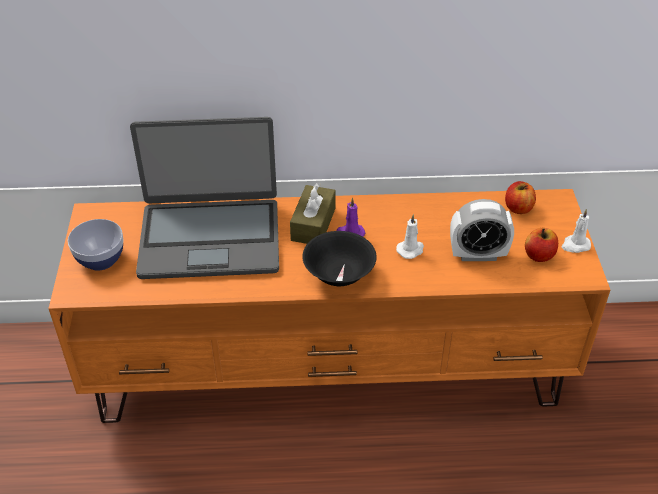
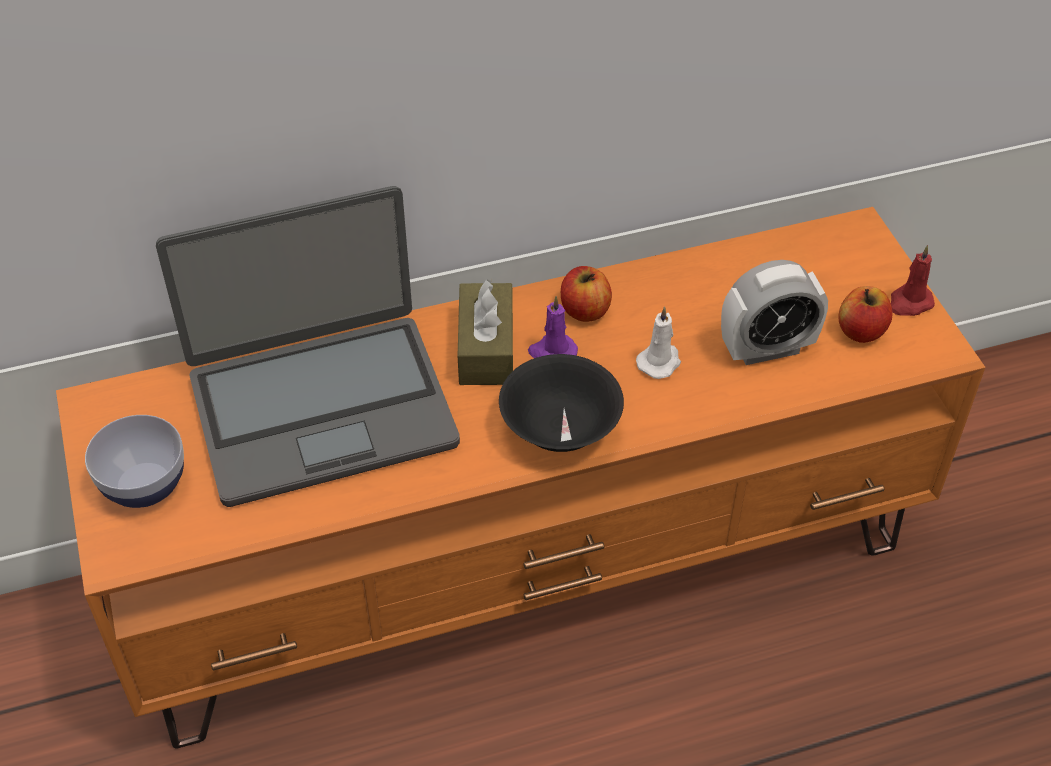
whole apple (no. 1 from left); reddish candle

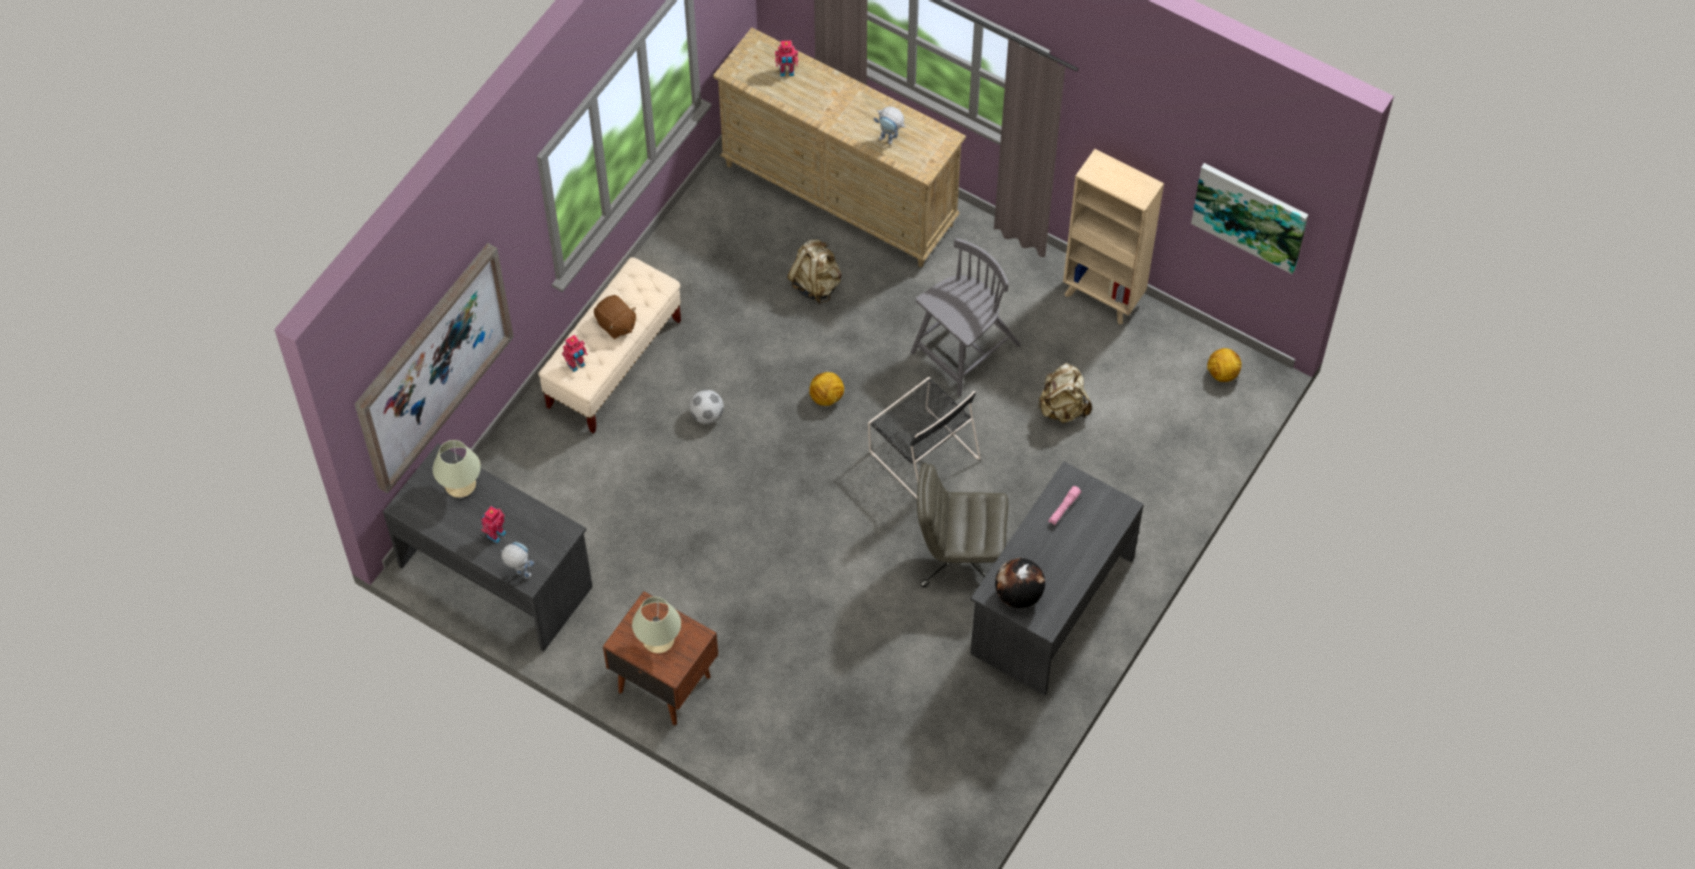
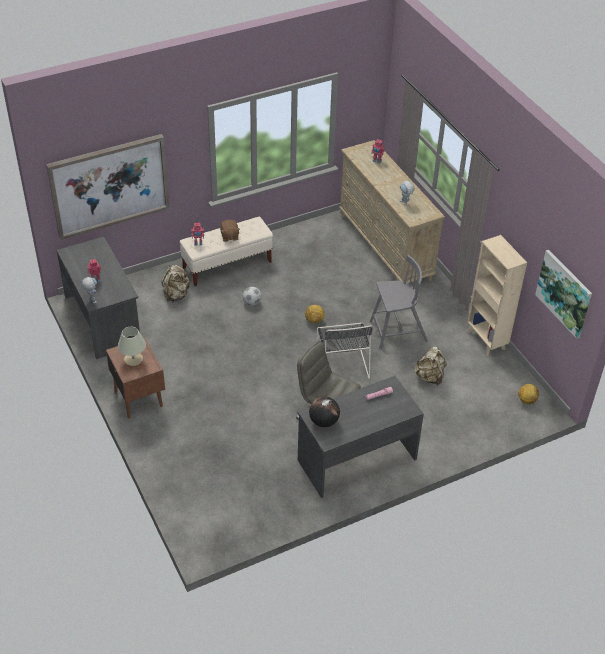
beige tabletop lamp (no. 1 from left in the first image); beige rucksack (no. 1 from left)

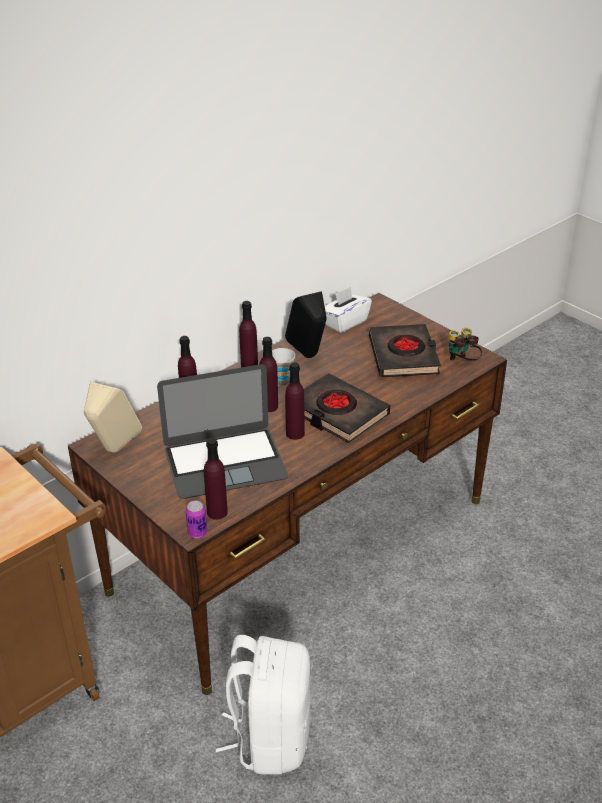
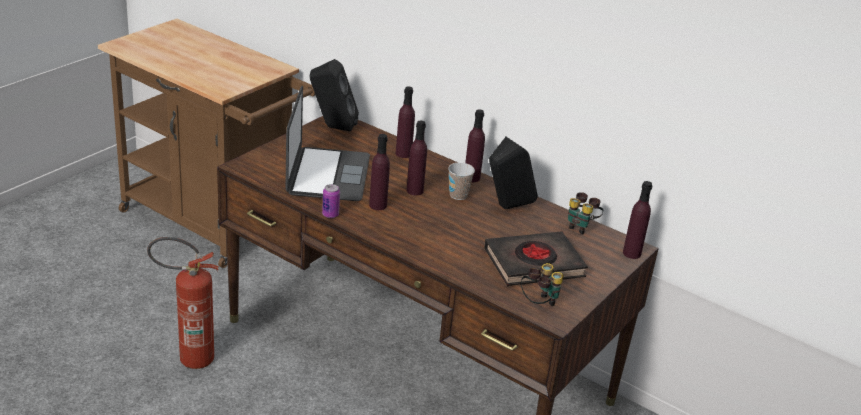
black speaker (no. 1 from left); portable computer; can; purplish beverage bottle (no. 5 from left); extinguisher; black book (no. 1 from left in the first image); field glasses (no. 2 from left)

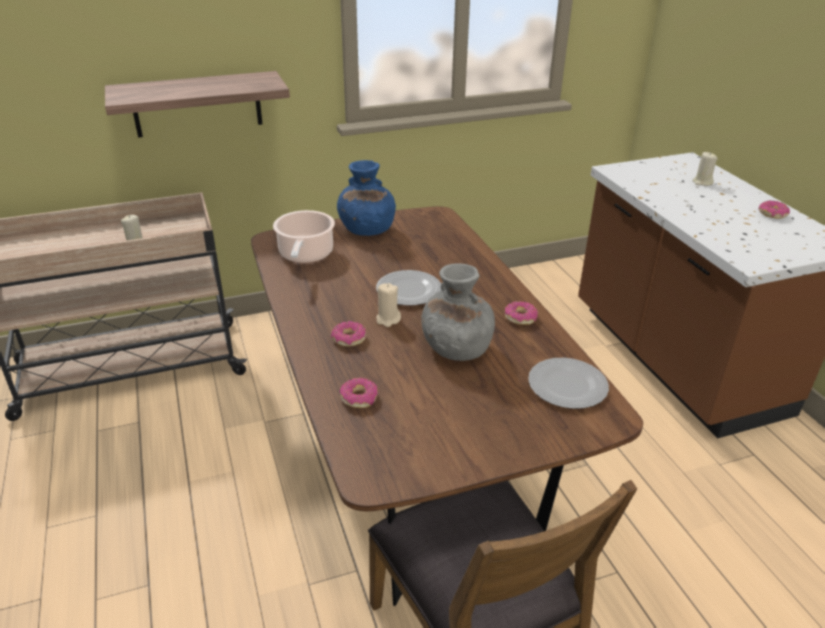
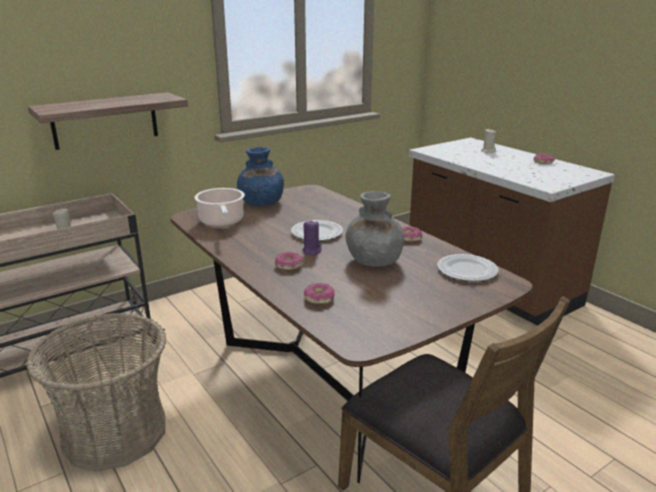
purplish candle; basket

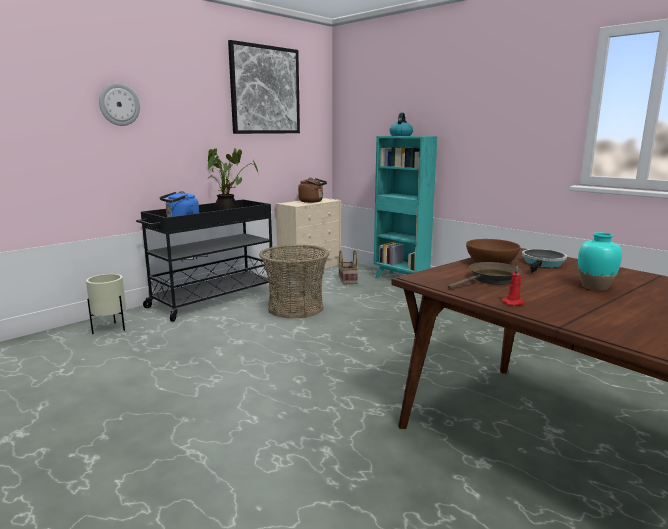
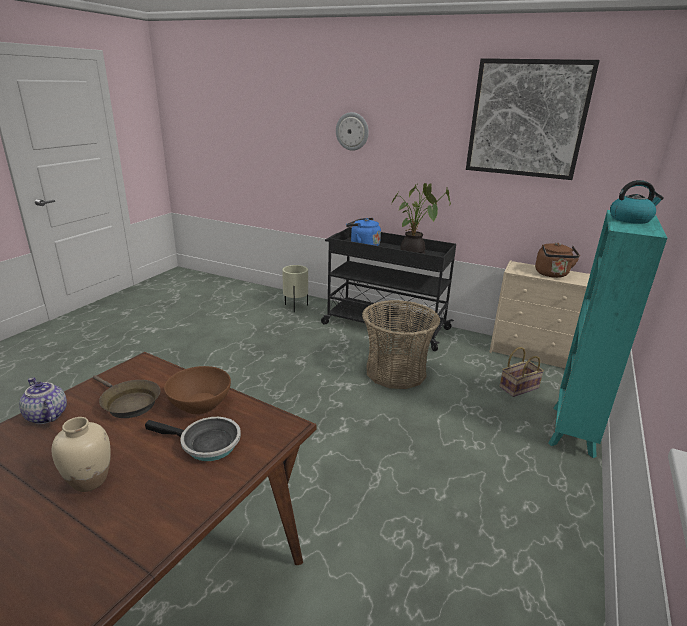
teapot; beige decorative vase

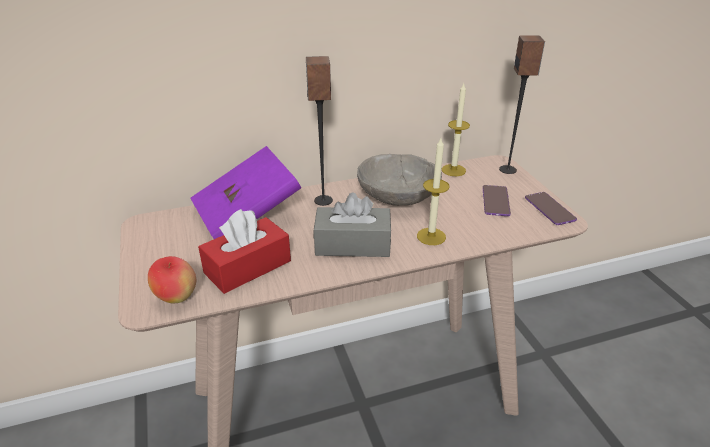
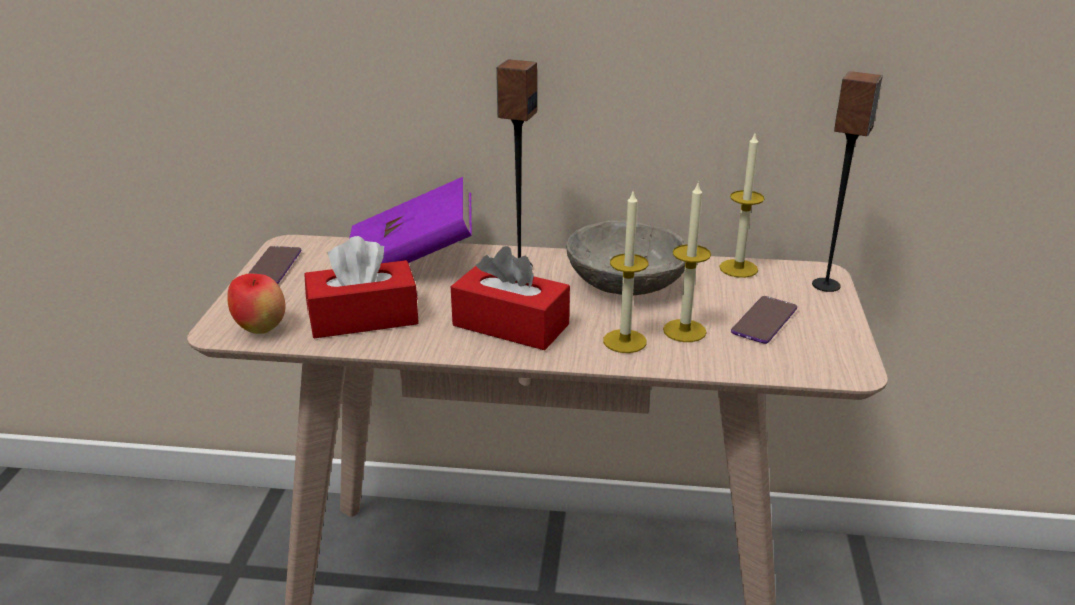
reddish box of tissues (no. 2 from left); telephone (no. 1 from left); candle (no. 2 from left)

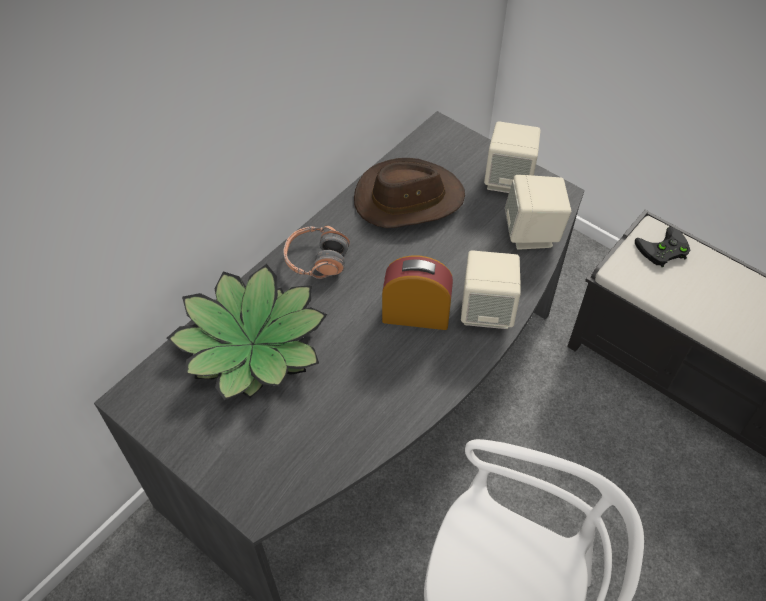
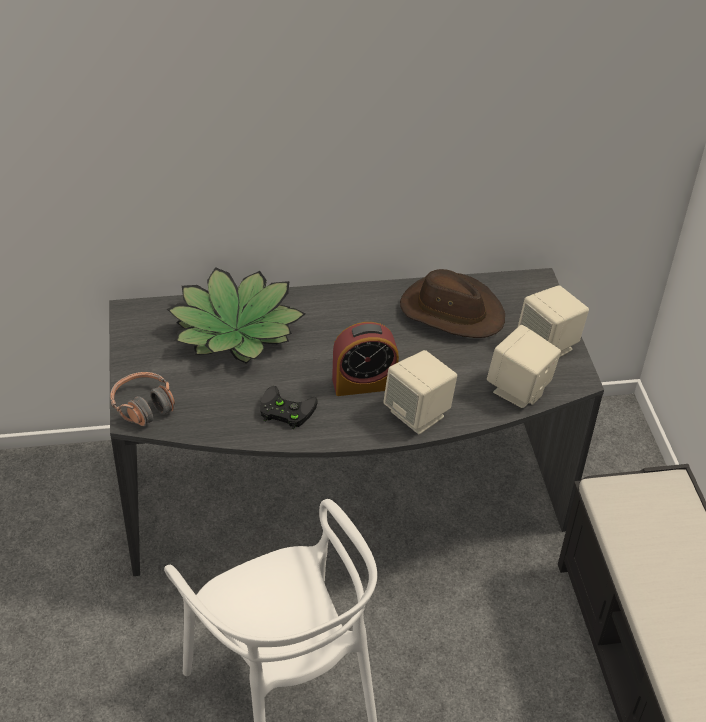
headset; alarm clock; black gamepad

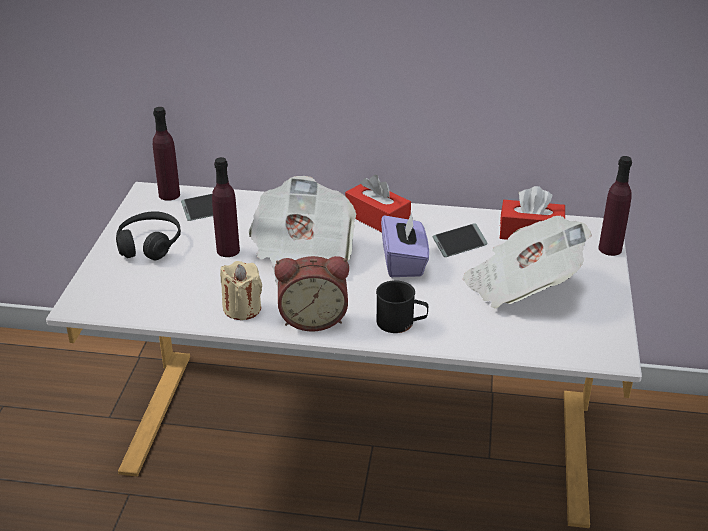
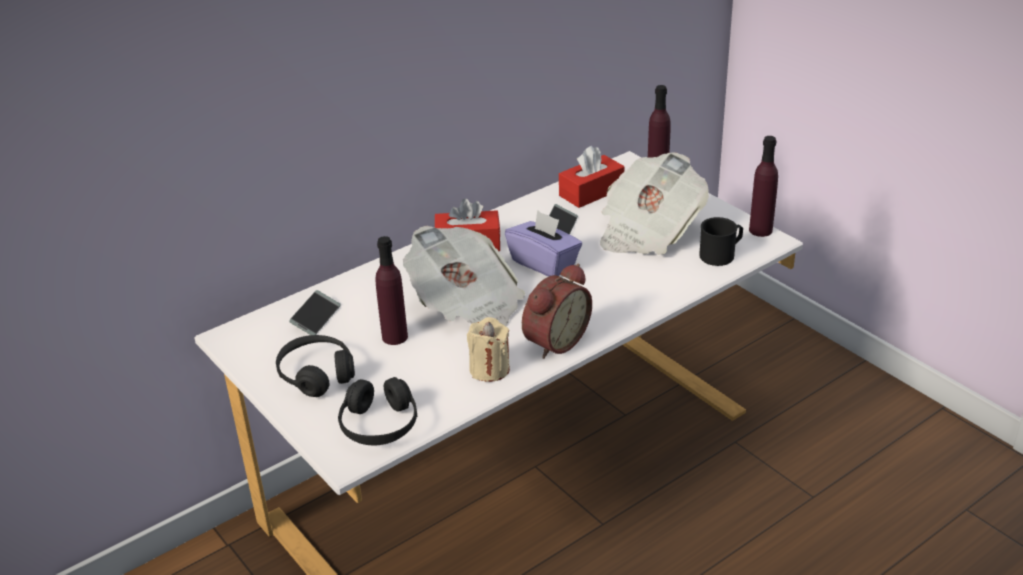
purplish beverage bottle (no. 3 from left); black tea mug; black headset (no. 2 from left)

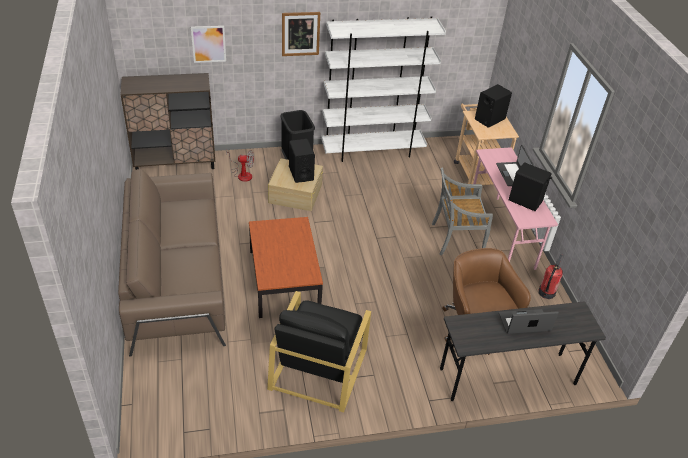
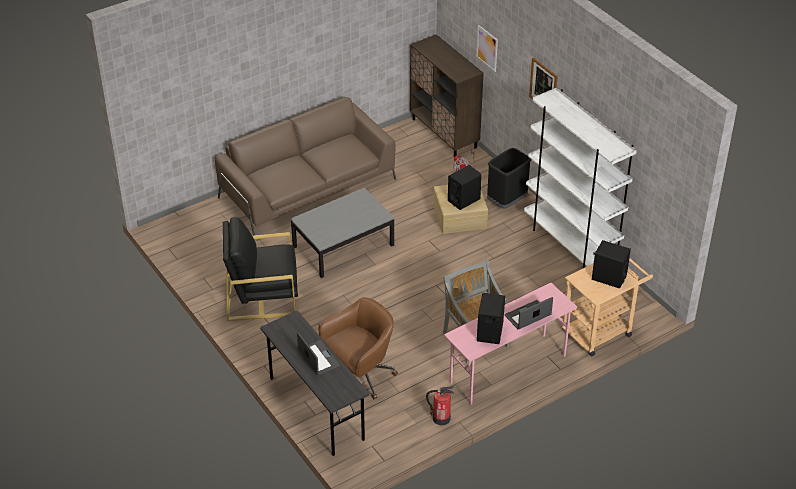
grey low table

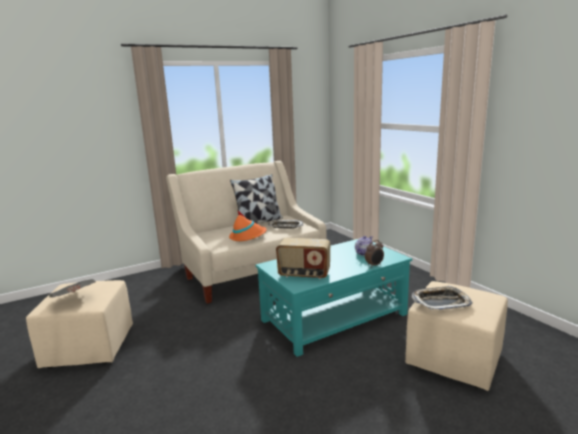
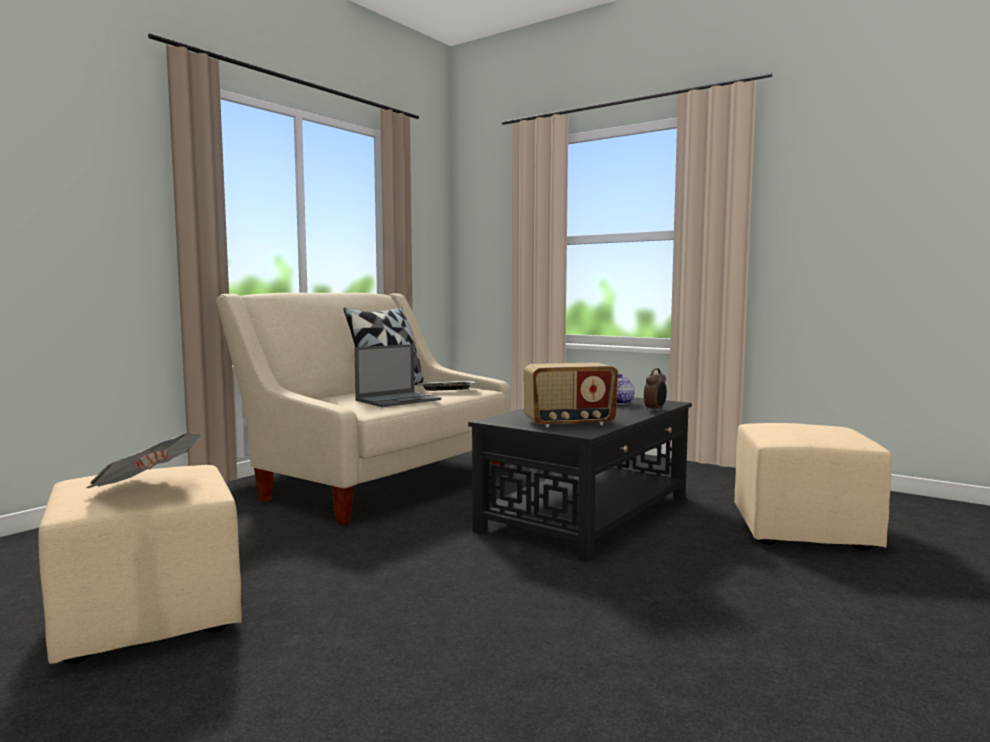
portable computer; black low table; serving tray (no. 2 from left in the first image)

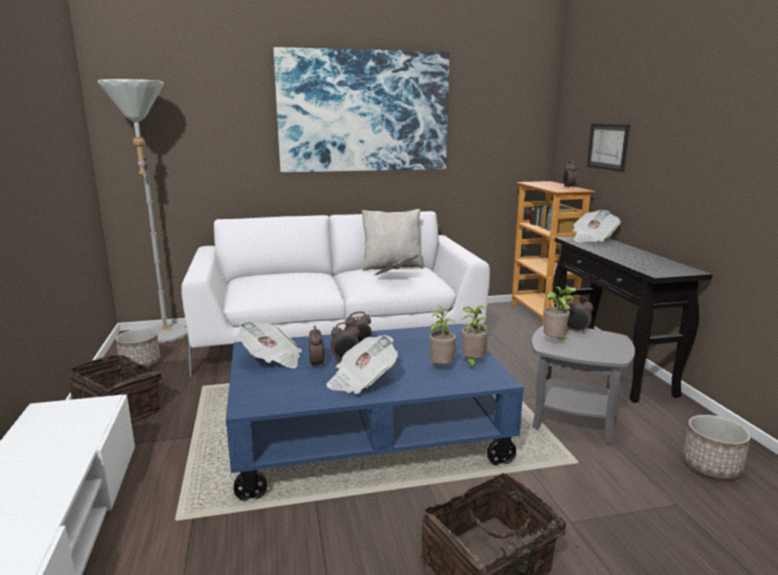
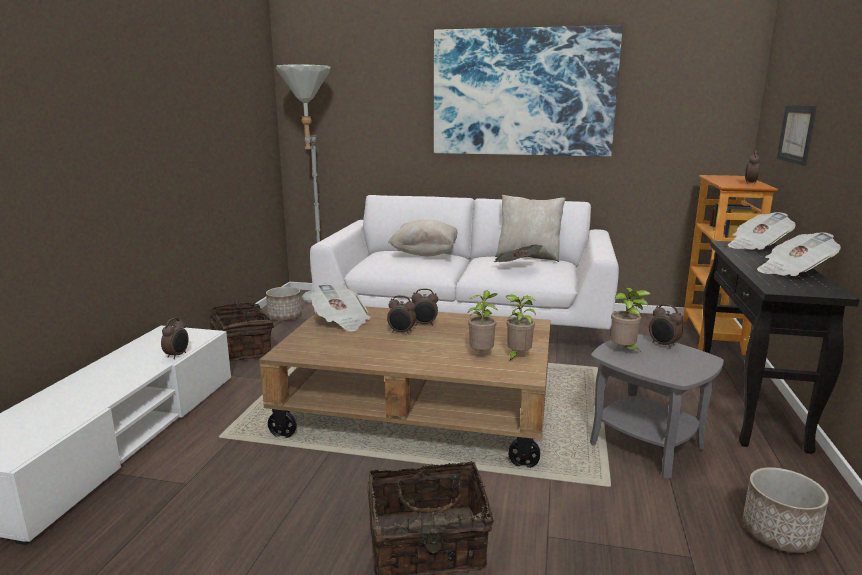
brown-coloured low table; alarm clock (no. 1 from left); daily paper (no. 4 from left); beige cushion (no. 1 from left)

